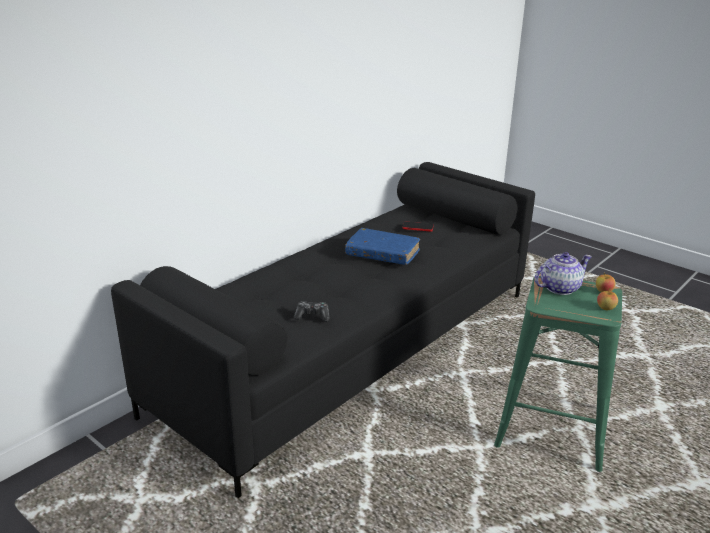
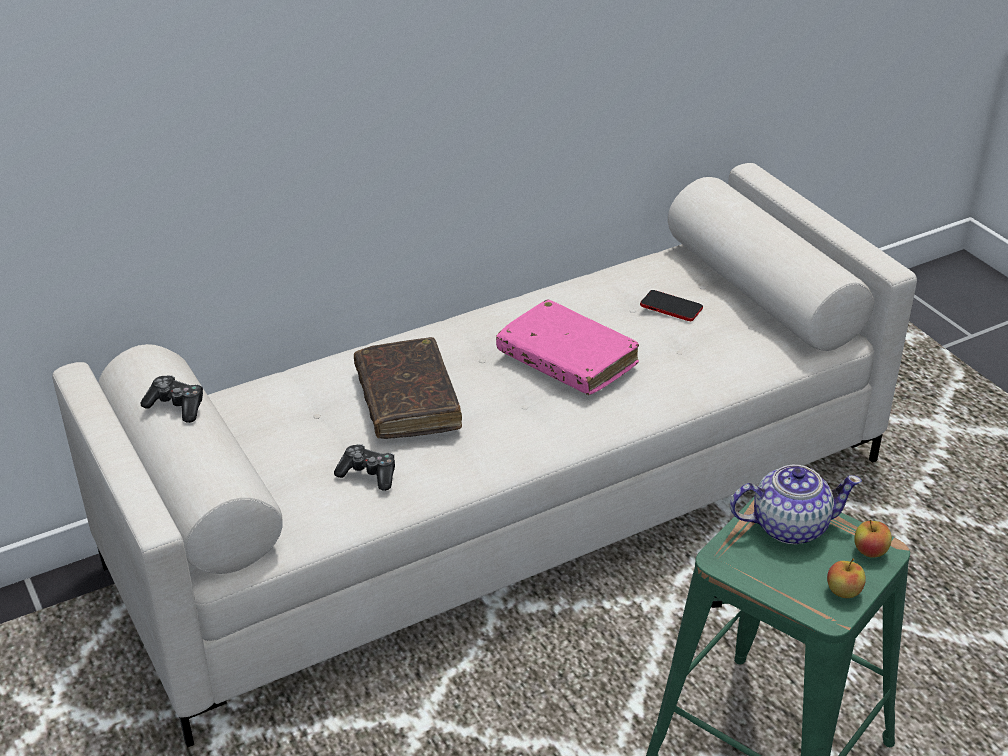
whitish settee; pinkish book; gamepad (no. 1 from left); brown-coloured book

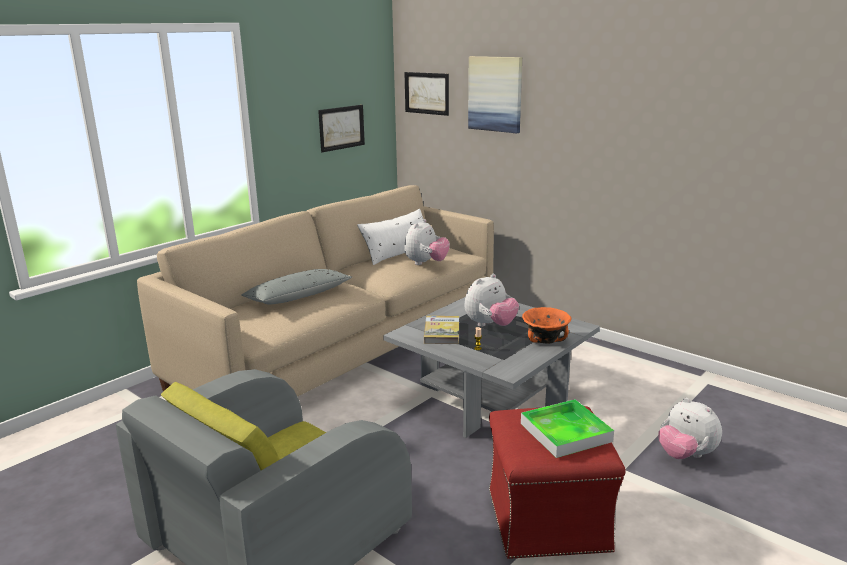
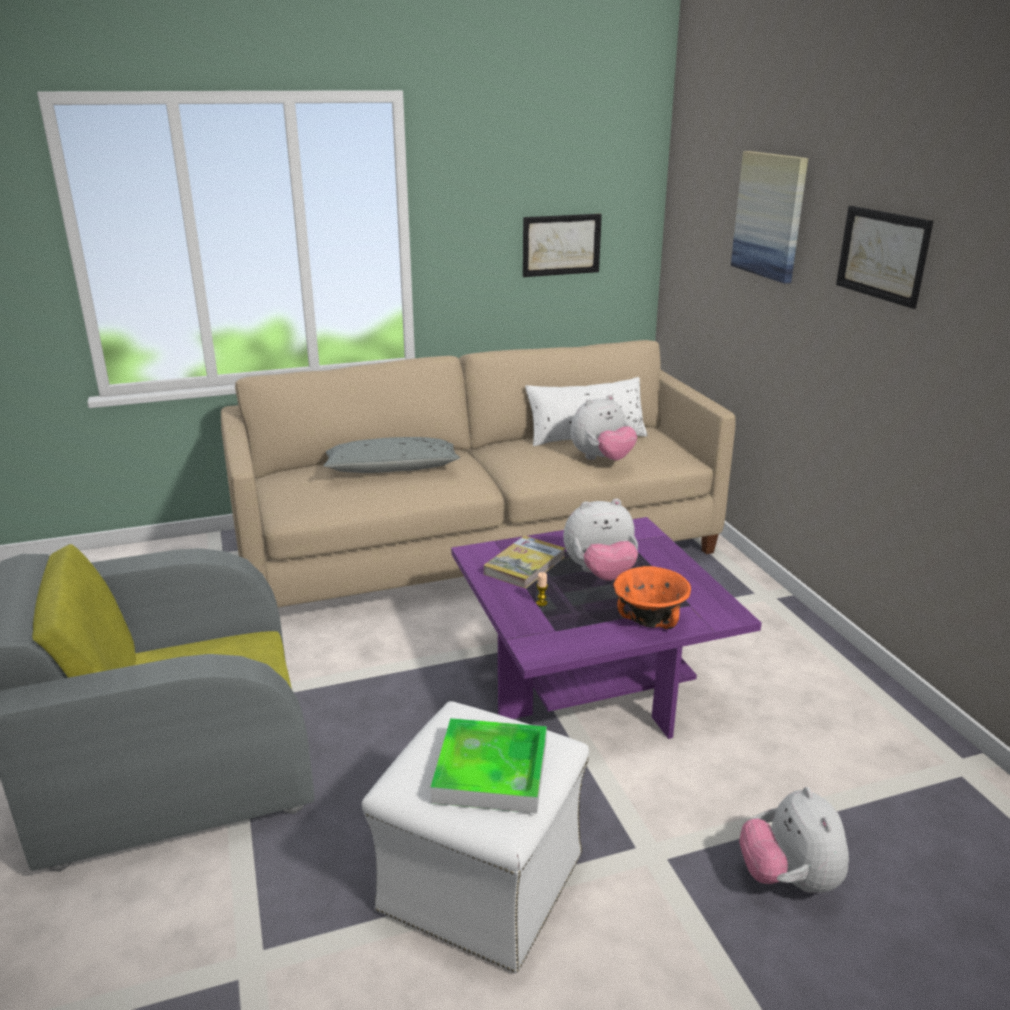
purplish low table; picture (no. 3 from left); whitish pouffe

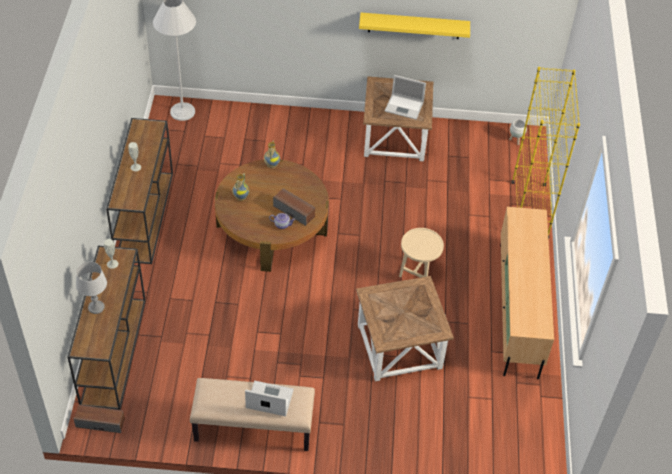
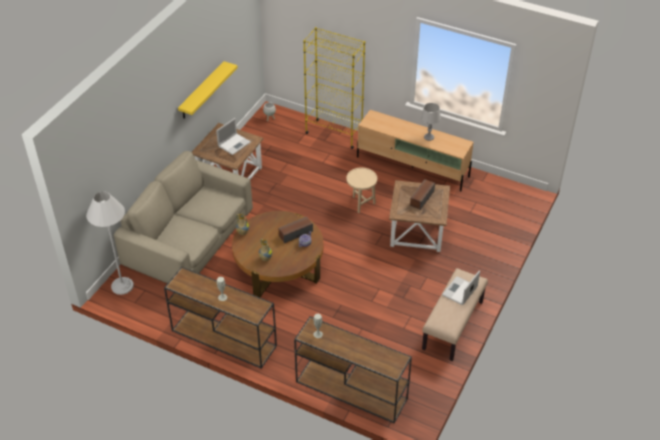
speaker (no. 2 from left); grey tabletop lamp; beige settee

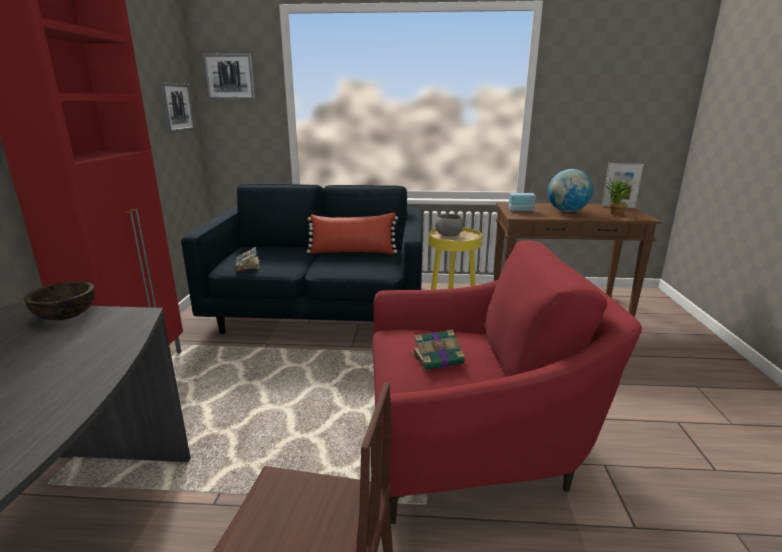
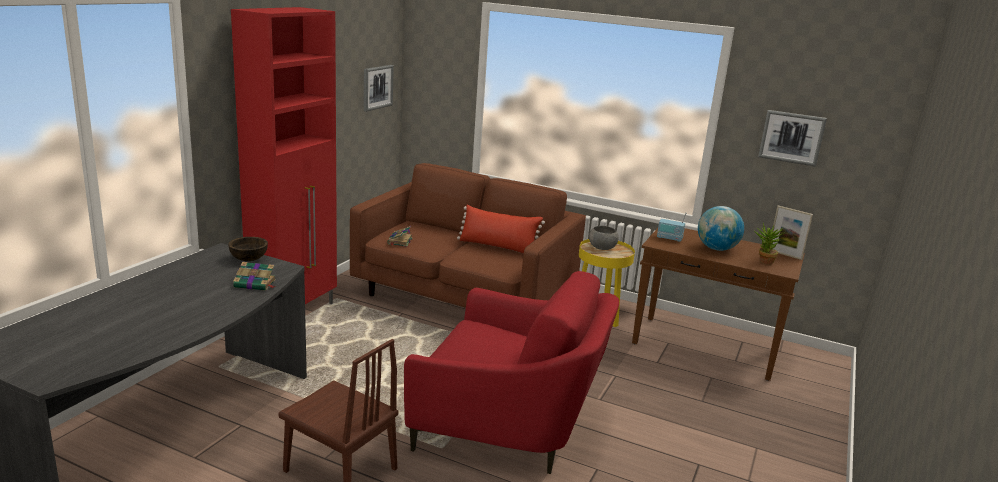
brown-coloured settee; picture (no. 2 from left); book (no. 1 from left)

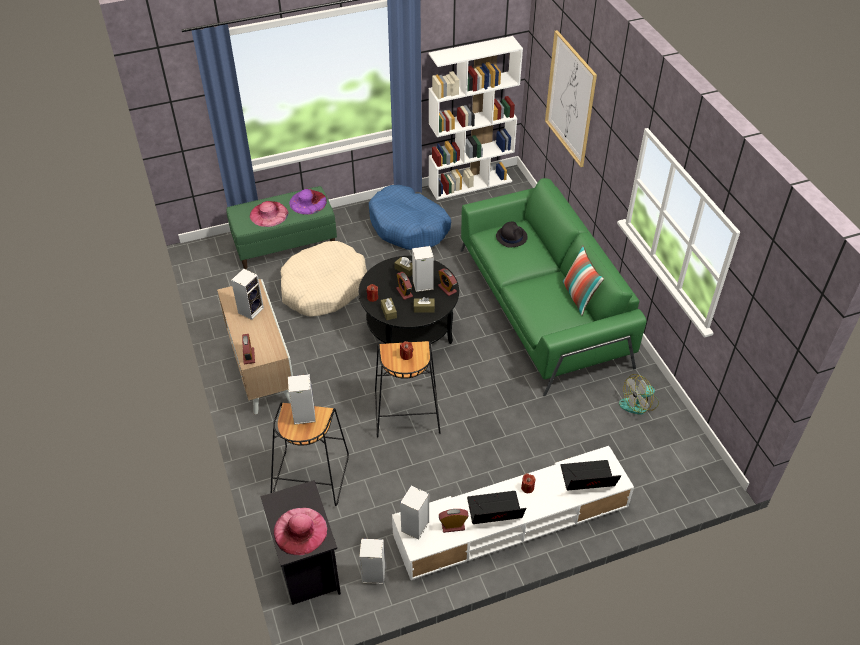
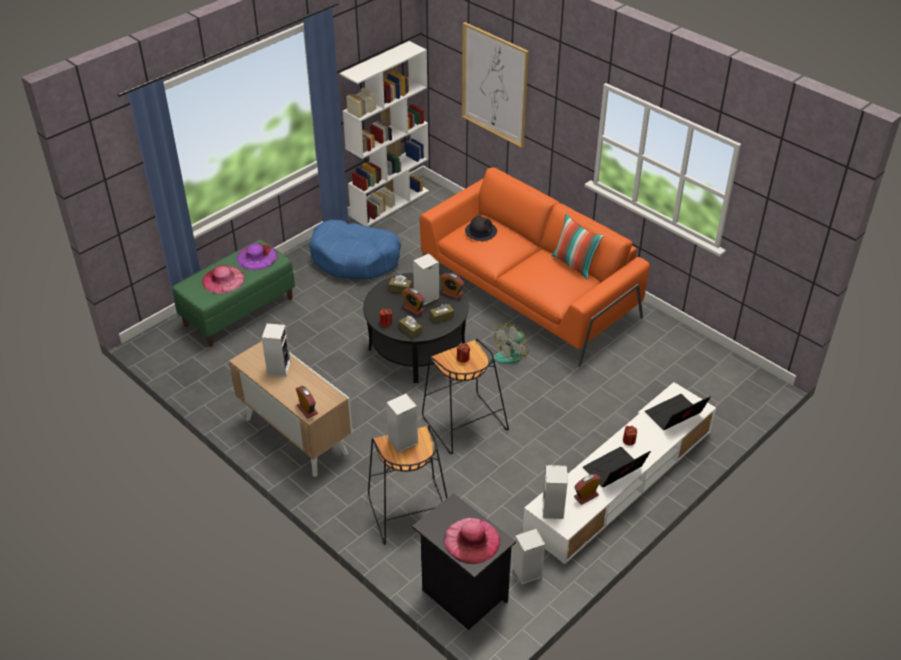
beige pet bed; orange settee; fan

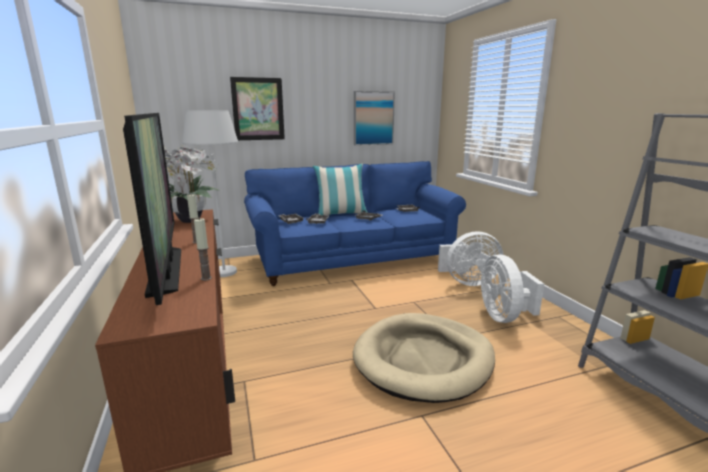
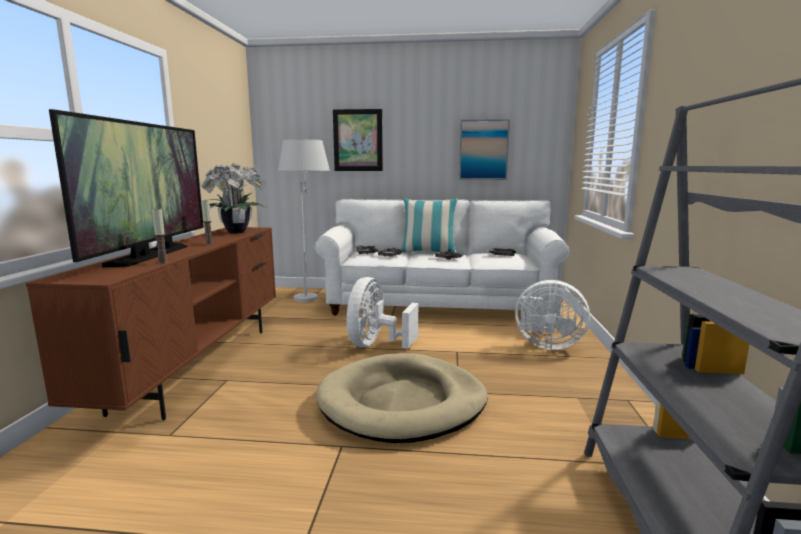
whitish settee; whitish fan (no. 1 from left)

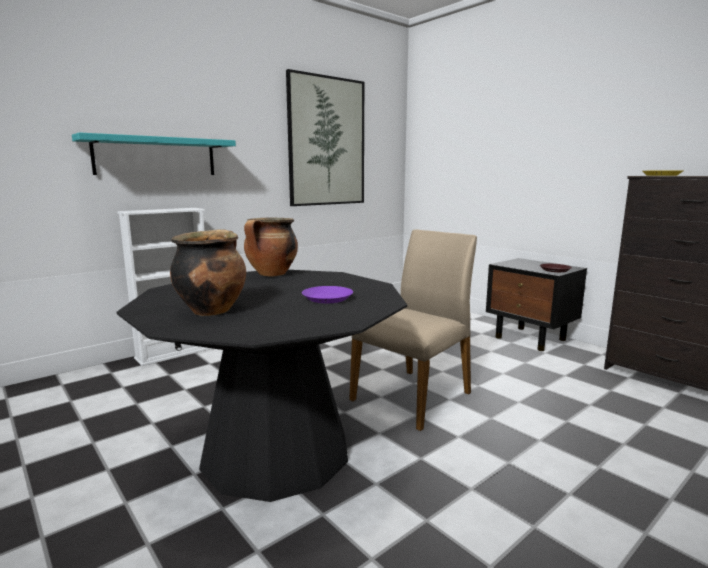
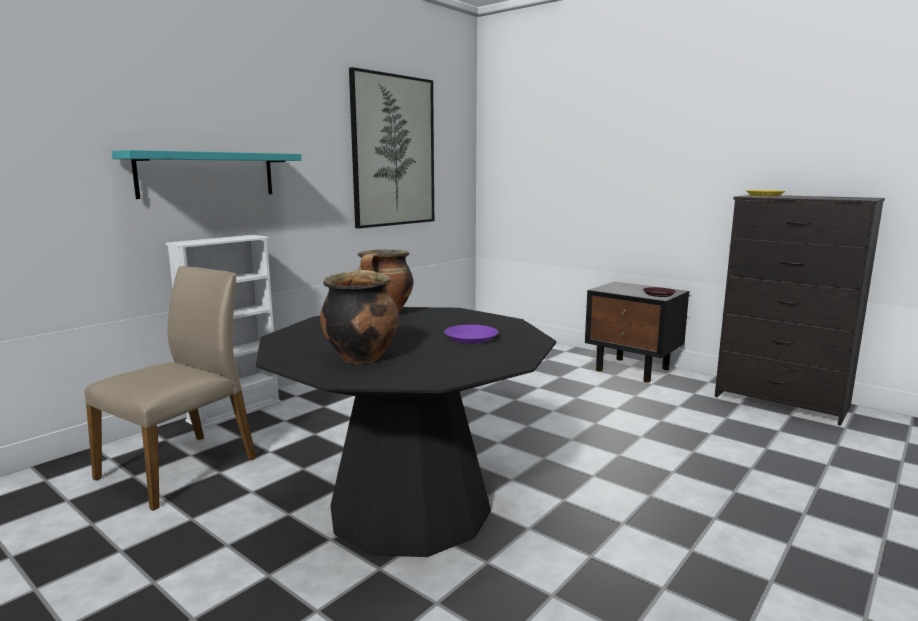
beige chair

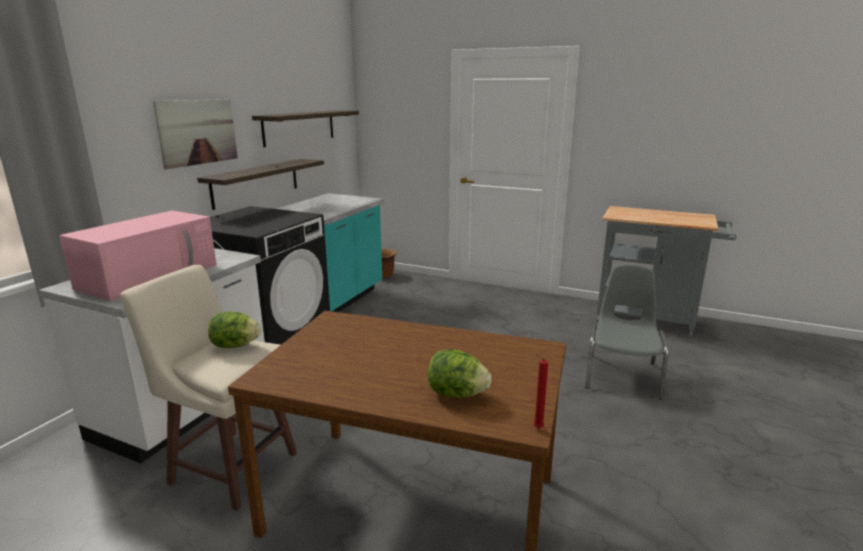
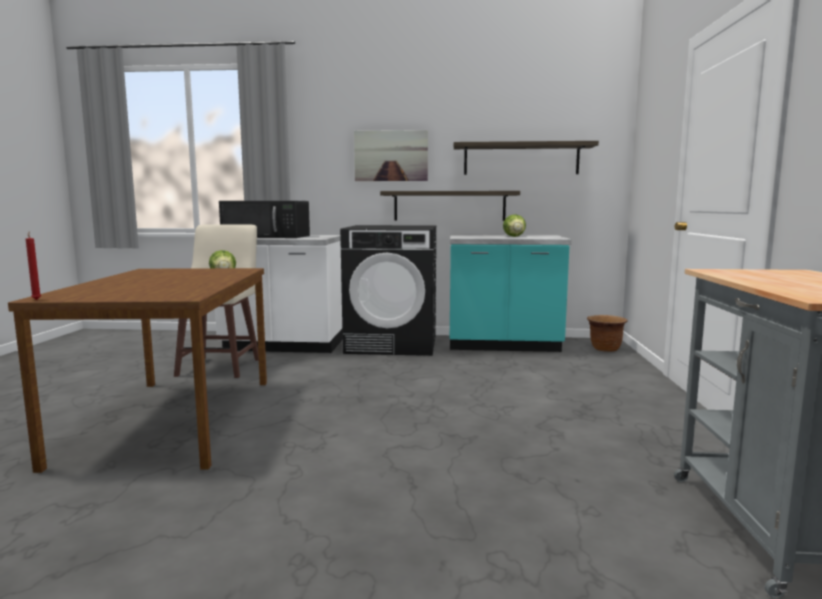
black microwave; lettuce (no. 2 from left); grey chair

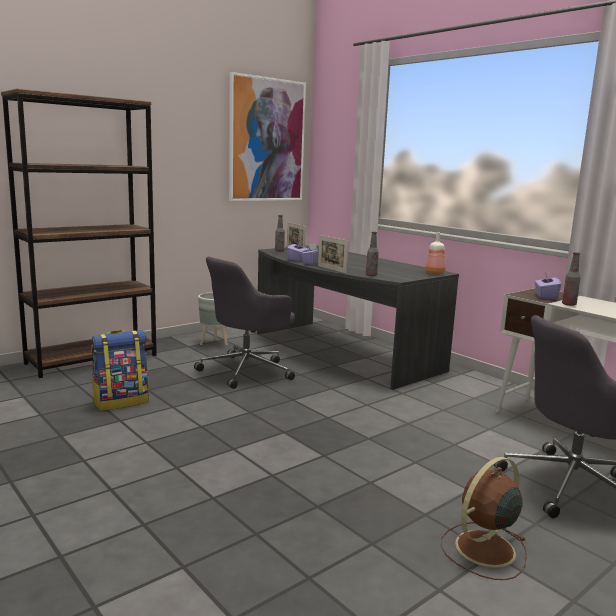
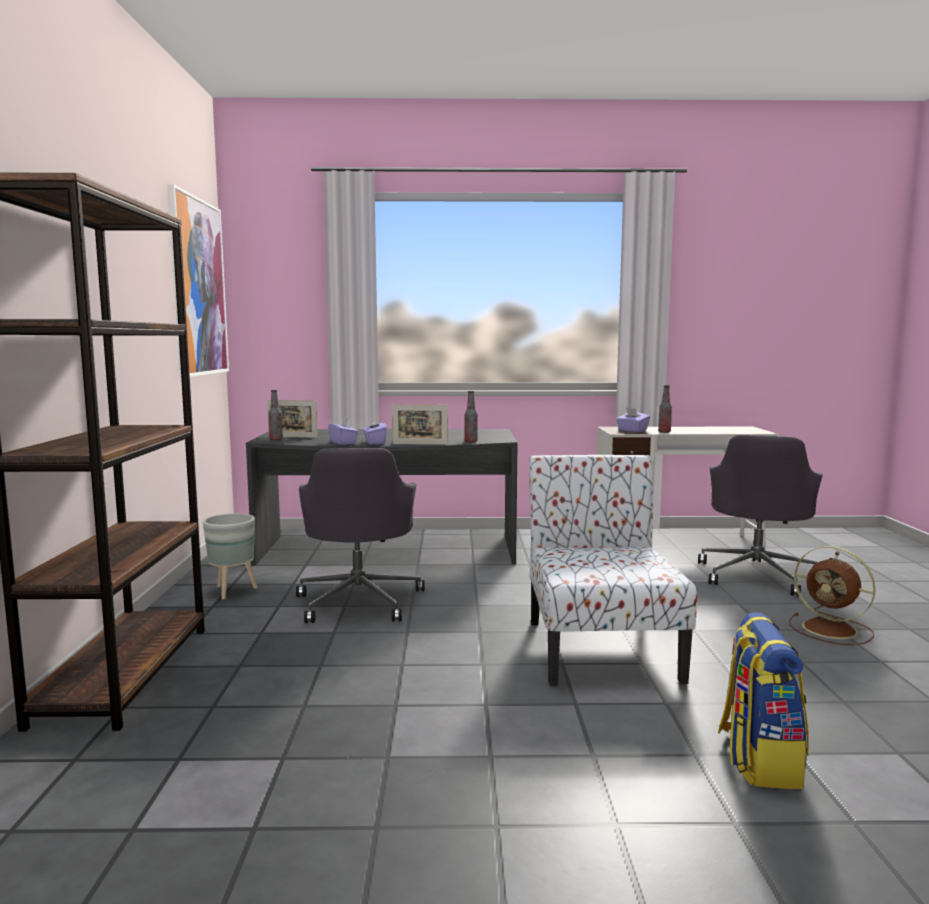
rucksack; beverage bottle (no. 3 from left in the first image); brown-coloured fan; chair

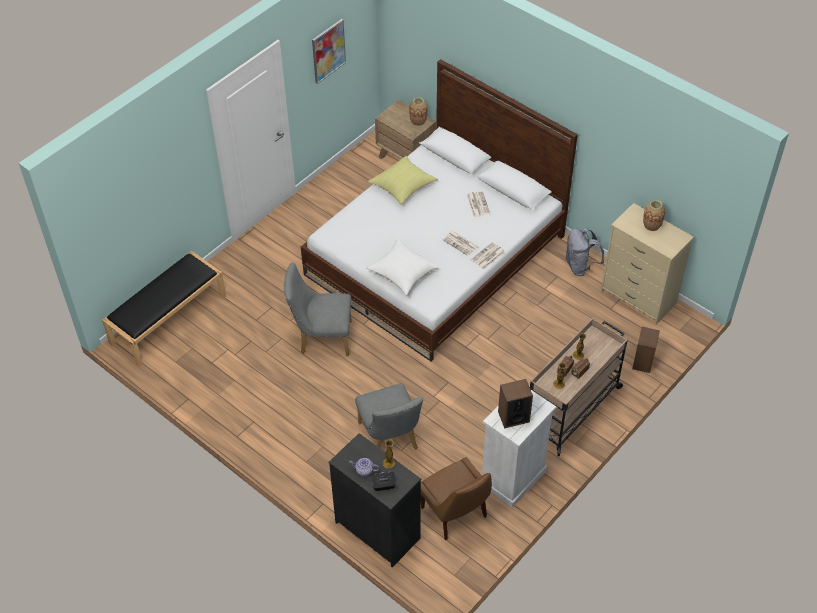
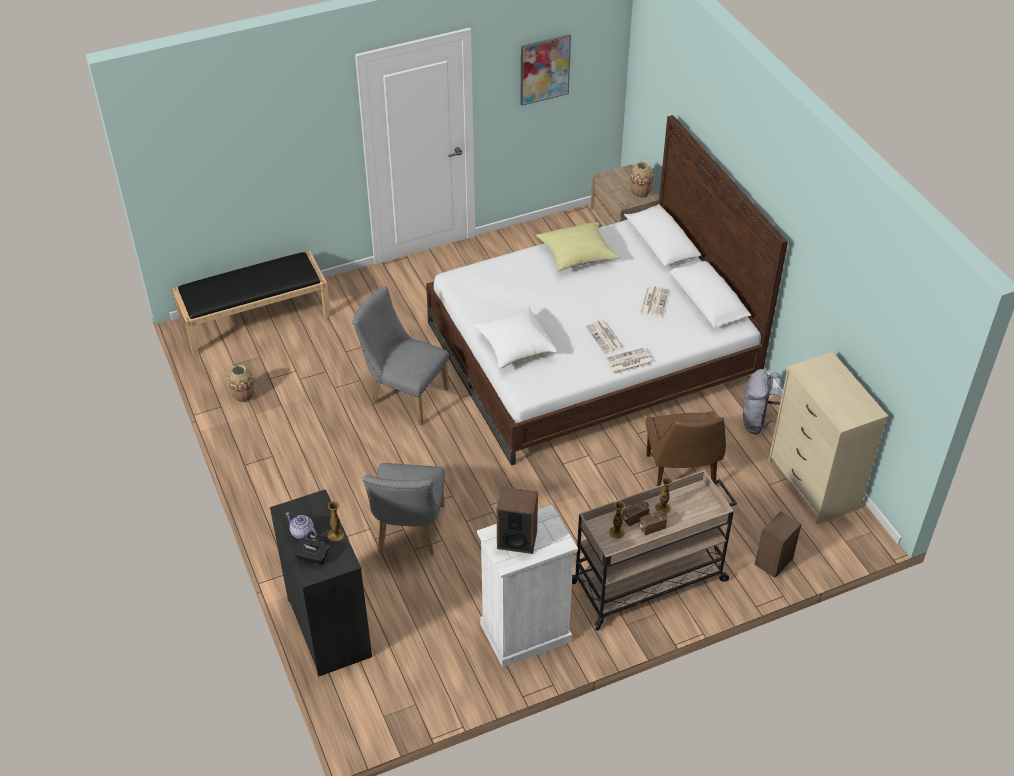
brown-coloured chair; decorative vase (no. 1 from left)

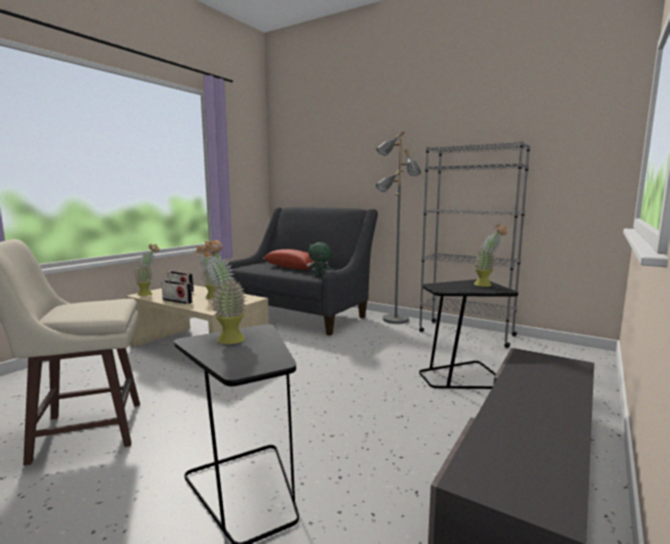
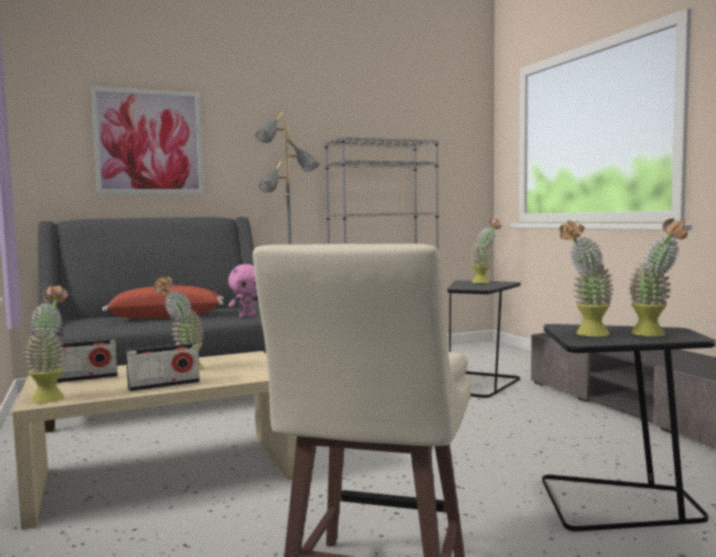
pinkish plush toy; picture; potted plant (no. 5 from left)

